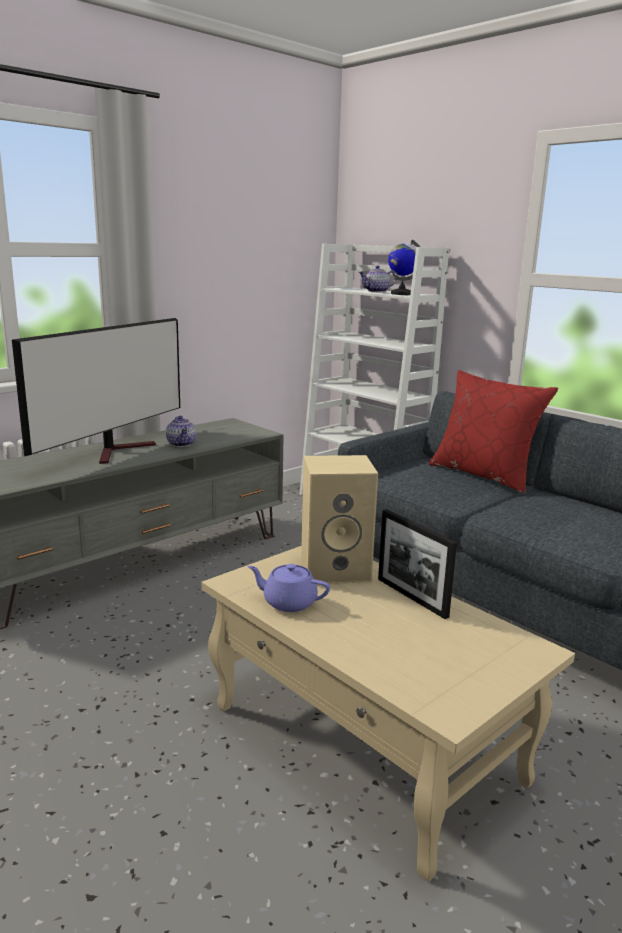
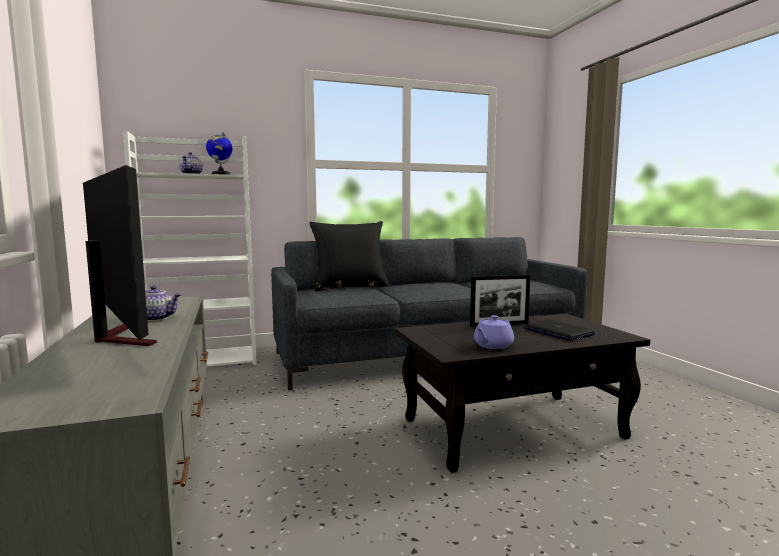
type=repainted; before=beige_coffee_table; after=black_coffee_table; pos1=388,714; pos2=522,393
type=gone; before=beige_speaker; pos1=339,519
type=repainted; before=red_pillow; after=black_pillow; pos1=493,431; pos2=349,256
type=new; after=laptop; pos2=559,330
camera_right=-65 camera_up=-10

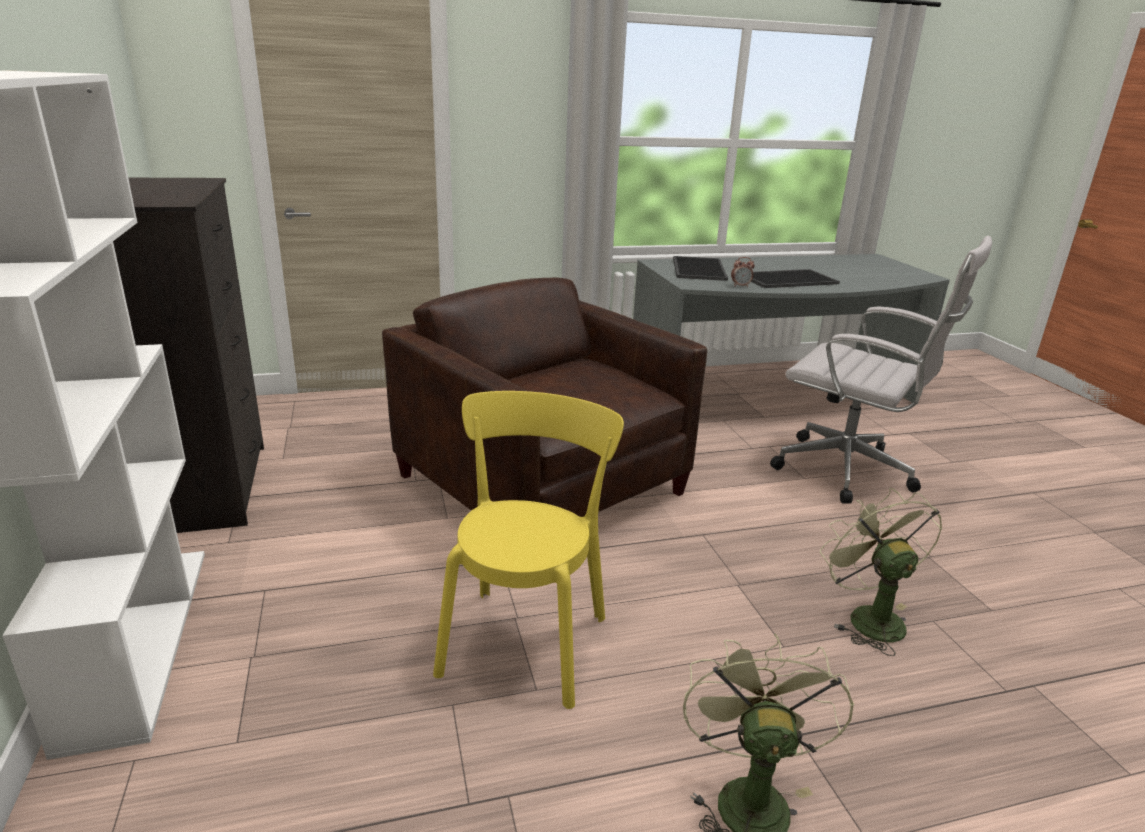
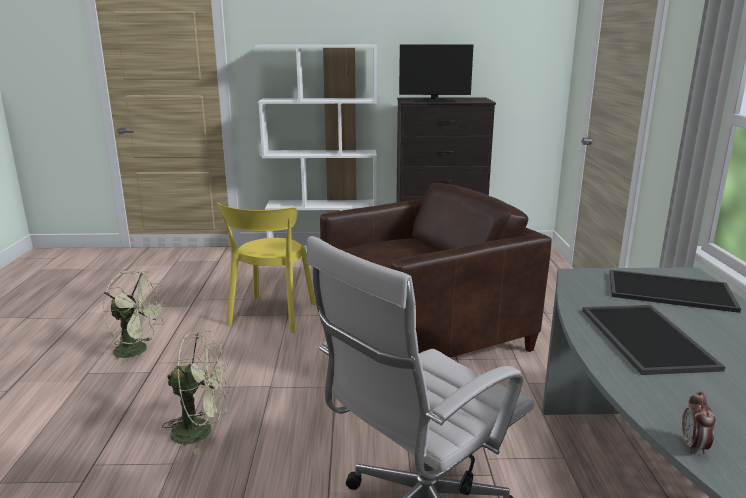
type=rotated; before=yellow_chair; pos1=528,550; pos2=266,267; turn=75
type=shifted; before=alarm_clock; pos1=743,272; pos2=699,423
type=new; after=monitor; pos2=436,73
camera_right=105 camera_up=-5

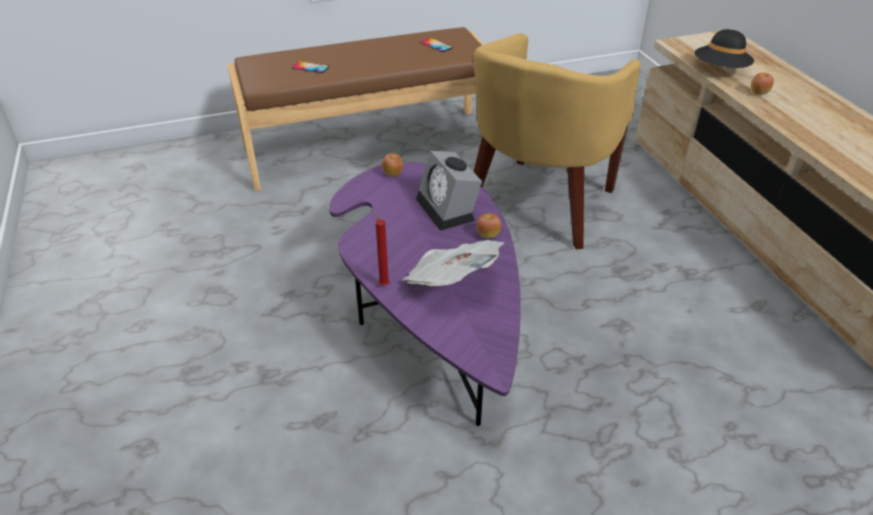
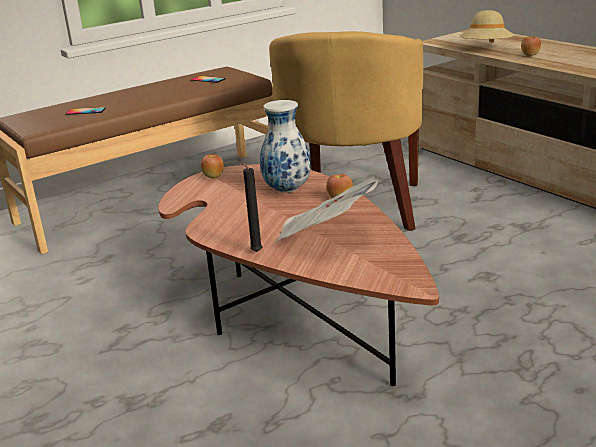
type=repainted; before=purple_coffee_table; after=brown_coffee_table; pos1=425,294; pos2=298,275
type=repainted; before=red_candle; after=black_candle; pos1=381,248; pos2=249,205
type=swapped; before=alarm_clock; after=vase; pos1=449,191; pos2=285,146
type=repainted; before=black_hat; after=beige_hat; pos1=724,48; pos2=487,26
camera_right=-15 camera_up=-15

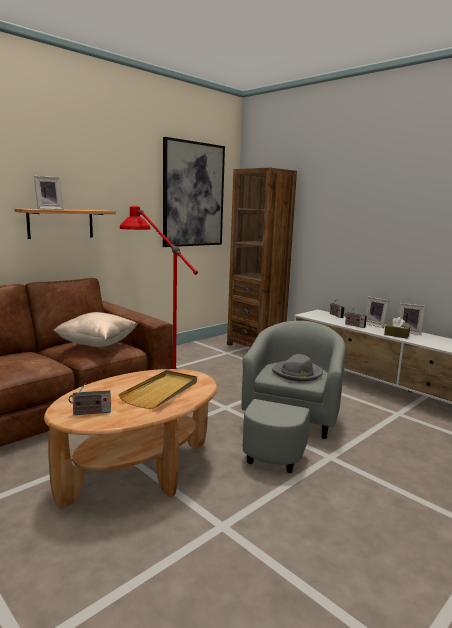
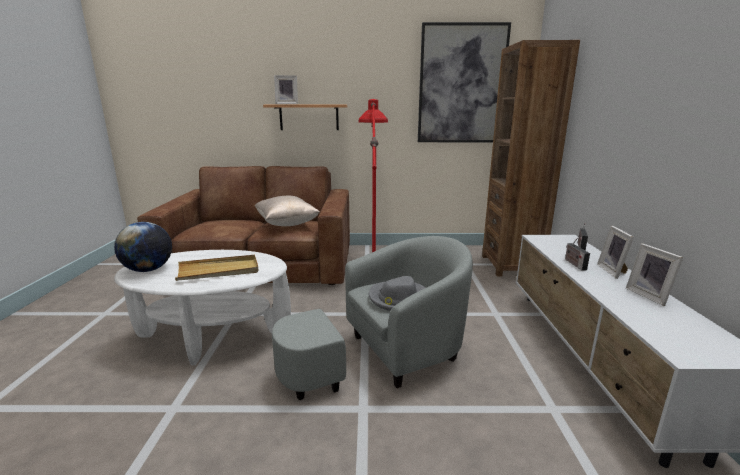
type=repainted; before=brown_coffee_table; after=white_coffee_table; pos1=130,439; pos2=202,307
type=swapped; before=radio; after=globe; pos1=90,398; pos2=143,247
type=gone; before=brown_tissue_box; pos1=397,328
camera_right=45 camera_up=5

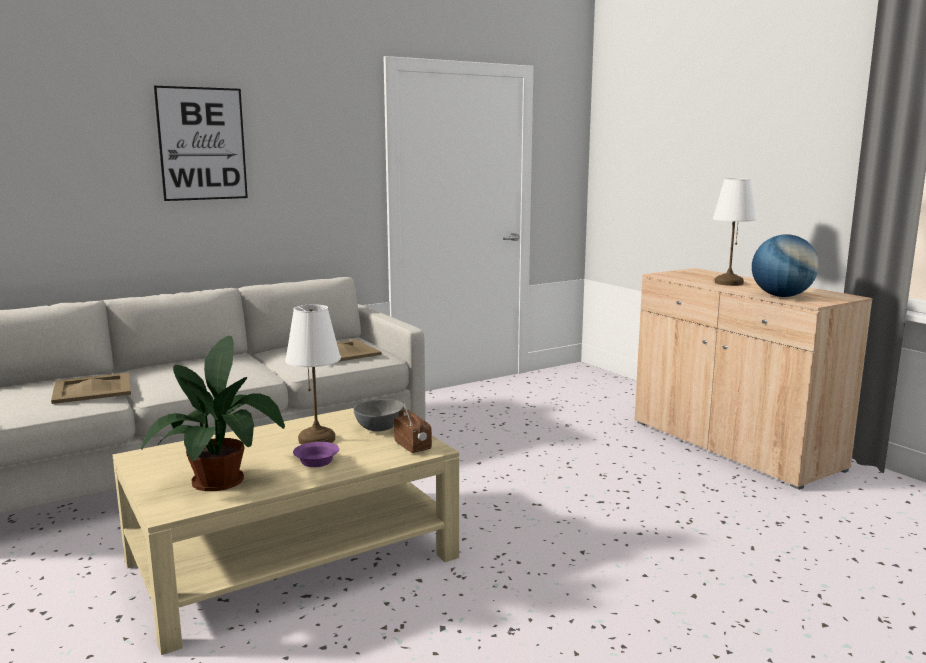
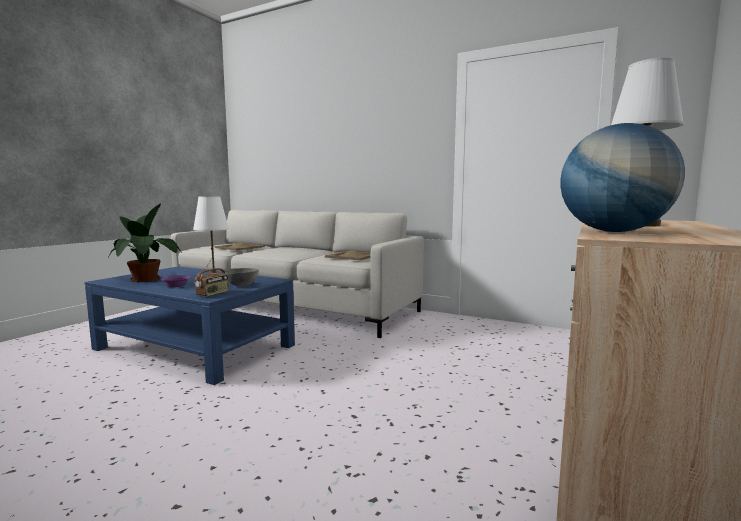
type=repainted; before=beige_coffee_table; after=blue_coffee_table; pos1=286,531; pos2=190,326
type=gone; before=picture; pos1=201,143
camera_right=60 camera_up=-5

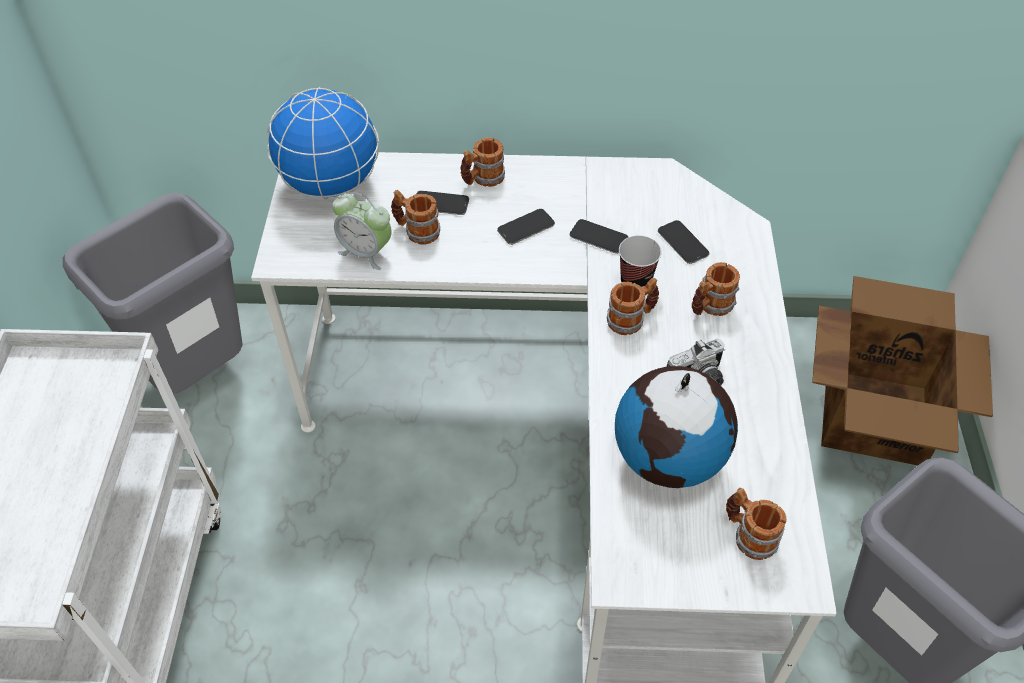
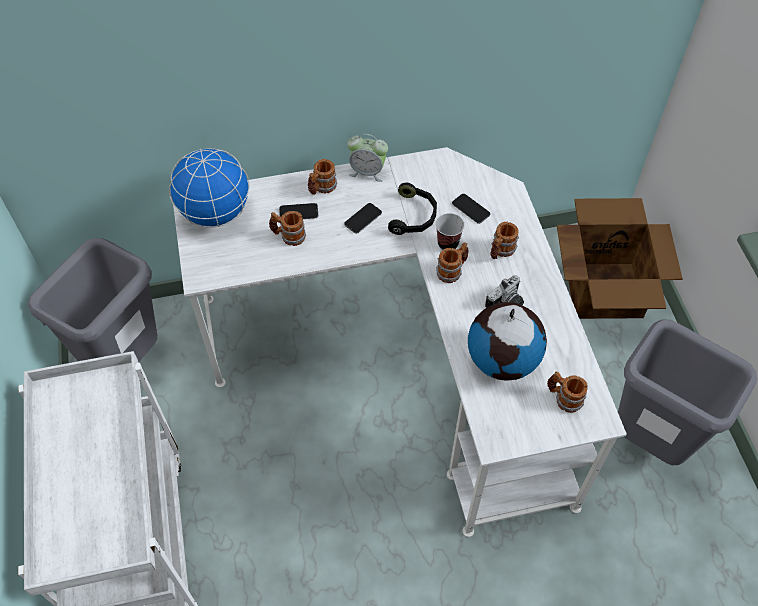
type=shifted; before=alarm_clock; pos1=361,231; pos2=367,158
type=swapped; before=phone; after=black_headphones; pos1=599,236; pos2=412,209
camera_right=-15 camera_up=5

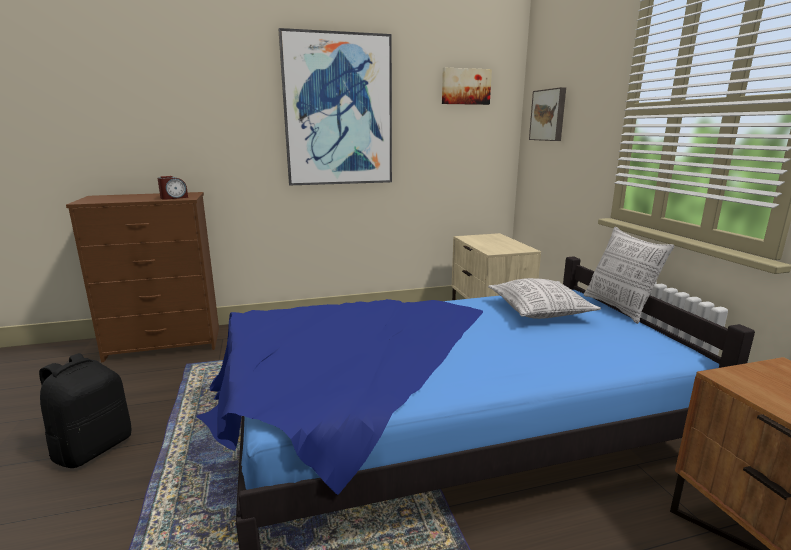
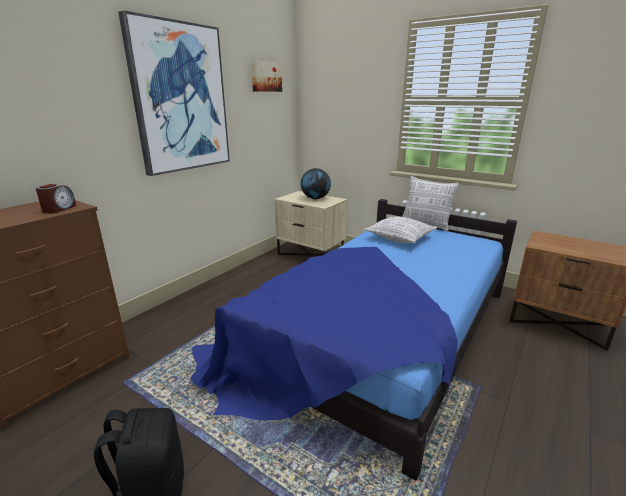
type=gone; before=picture; pos1=547,114
type=new; after=globe; pos2=316,184
camera_right=-40 camera_up=5

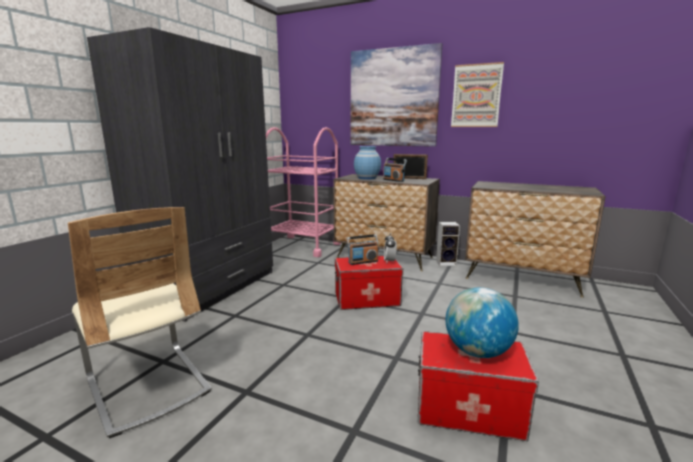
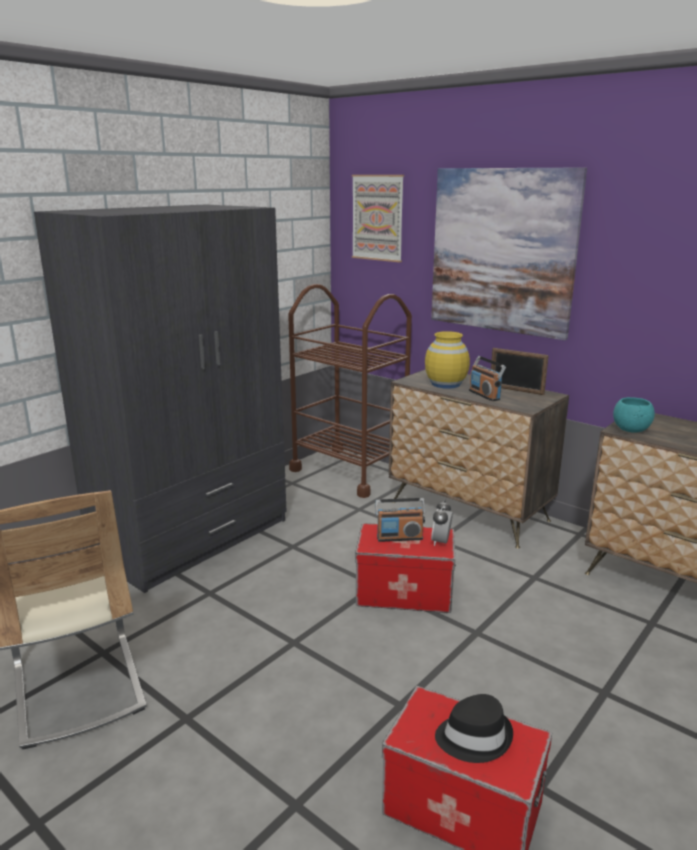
type=repainted; before=pink_cart; after=brown_cart; pos1=303,192; pos2=350,391
type=repainted; before=blue_vase; after=yellow_vase; pos1=367,162; pos2=447,360
type=gone; before=speaker; pos1=448,244
type=swapped; before=globe; after=black_hat; pos1=482,322; pos2=474,728
type=shifted; before=picture; pos1=477,94; pos2=378,218
type=new; after=turquoise_bowl; pos2=634,414
camera_right=15 camera_up=5

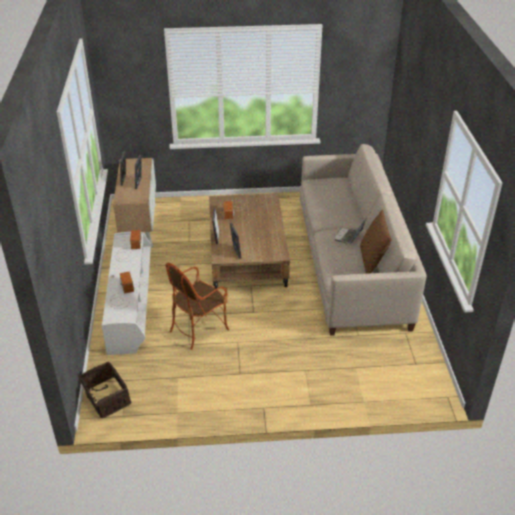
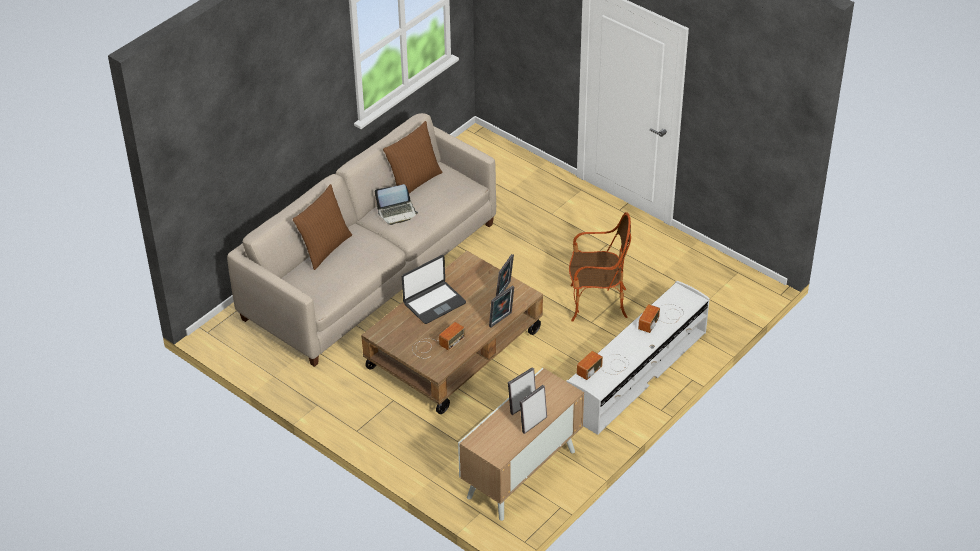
type=gone; before=basket; pos1=105,390
type=new; after=brown_pillow; pos2=322,227
type=new; after=laptop; pos2=434,289
camera_right=-135 camera_up=5

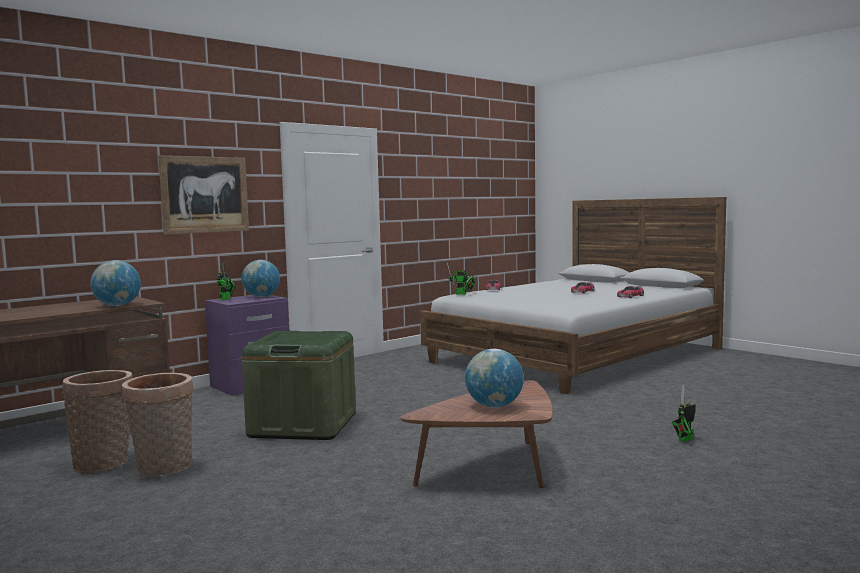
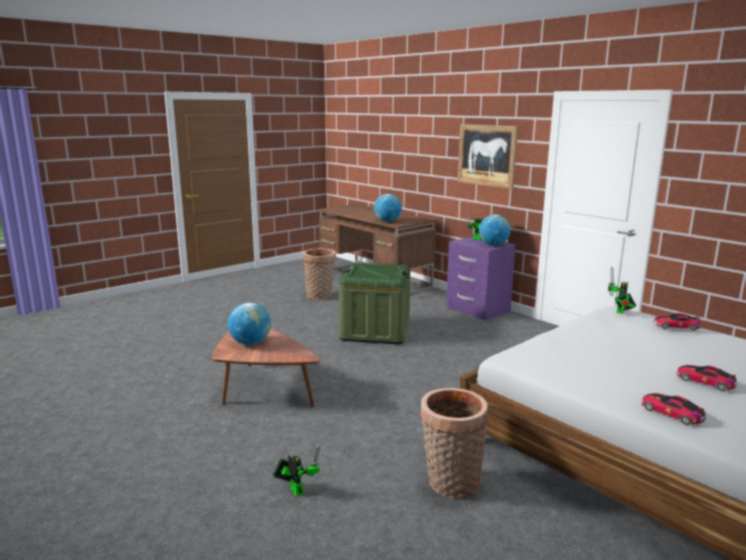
type=shifted; before=basket; pos1=157,424; pos2=454,443
camera_right=90 camera_up=10

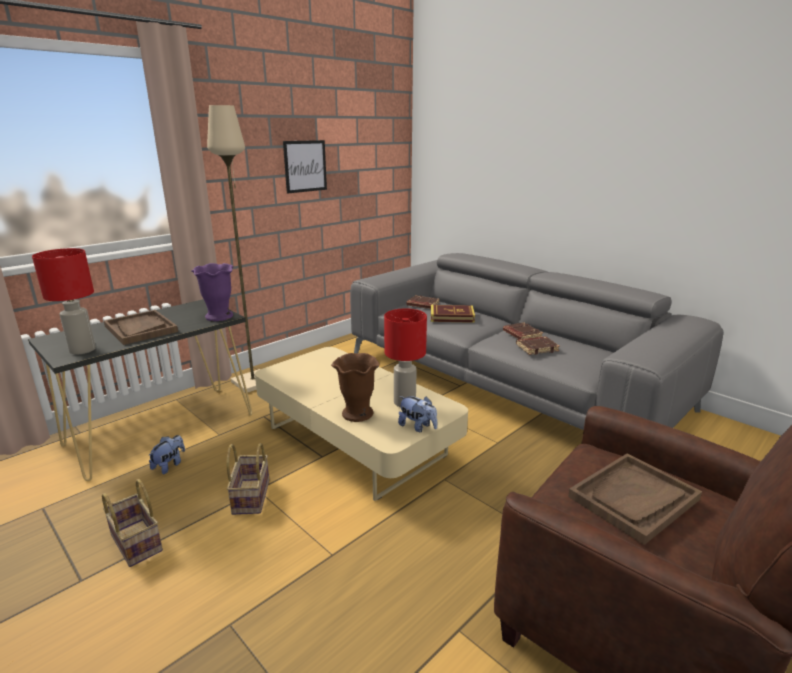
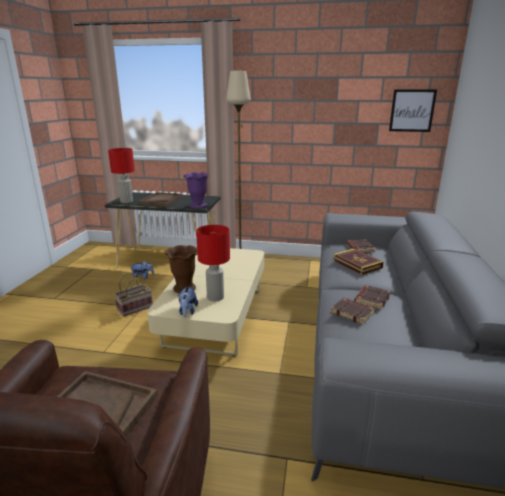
type=gone; before=basket; pos1=132,523
type=shifted; before=picture; pos1=305,166; pos2=413,111
camera_right=55 camera_up=0

